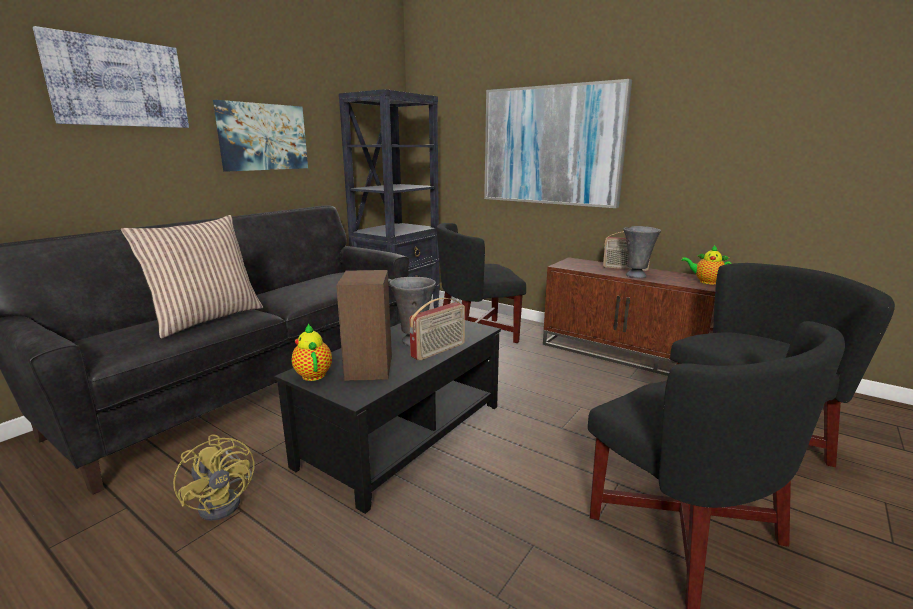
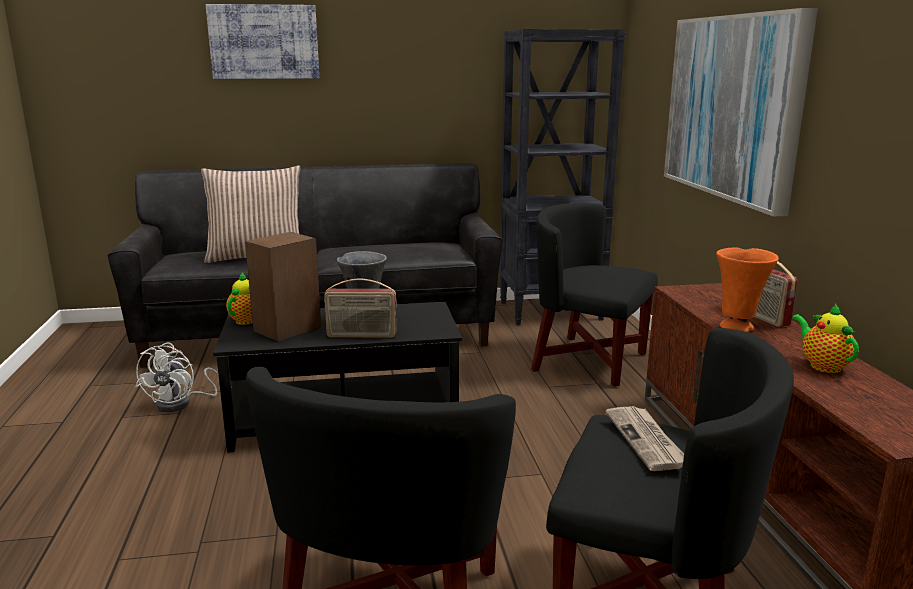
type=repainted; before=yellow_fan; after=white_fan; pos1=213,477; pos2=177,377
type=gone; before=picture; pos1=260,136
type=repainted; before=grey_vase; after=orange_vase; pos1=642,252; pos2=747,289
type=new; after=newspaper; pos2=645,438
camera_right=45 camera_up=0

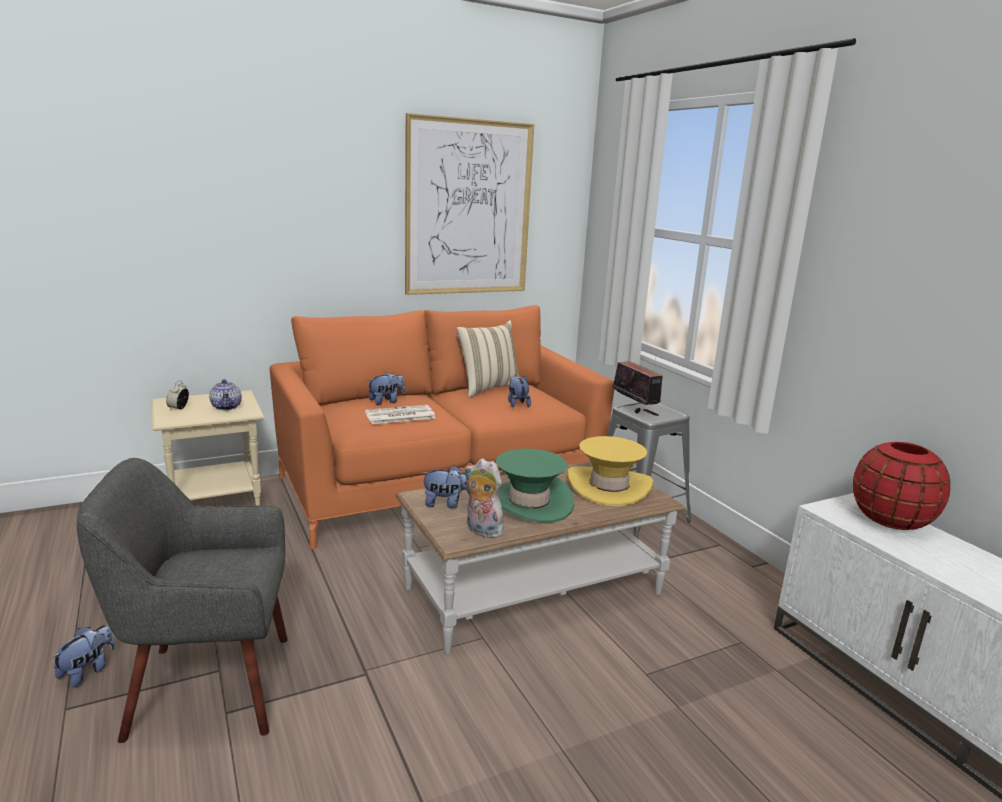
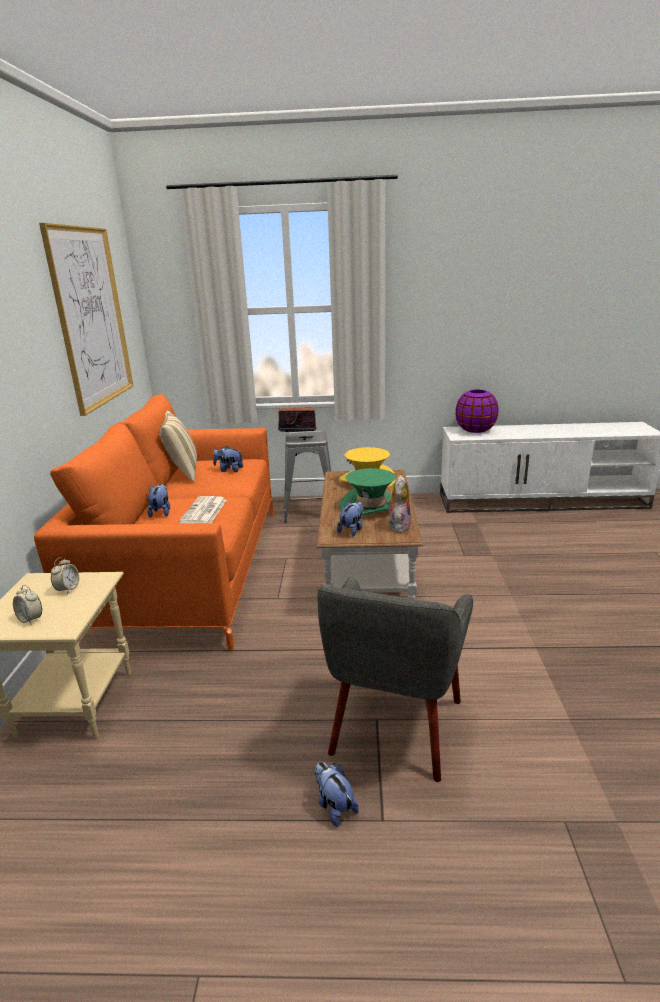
type=swapped; before=teapot; after=alarm_clock; pos1=225,394; pos2=65,575
type=rotated; before=plush_toy; pos1=484,498; pos2=399,504; turn=135
type=repainted; before=red_vase; after=purple_vase; pos1=901,486; pos2=477,411
camera_right=-60 camera_up=5

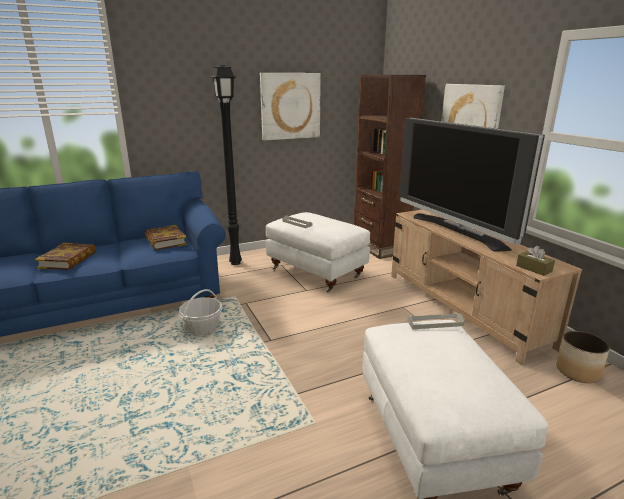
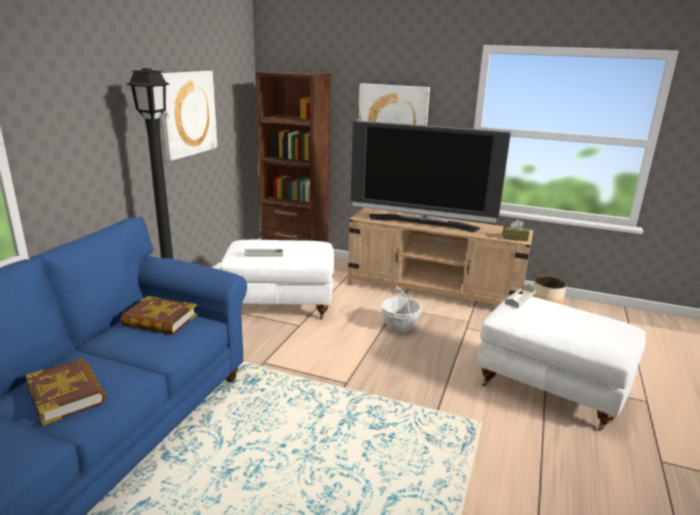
type=shifted; before=basket; pos1=200,312; pos2=401,310
camera_right=-45 camera_up=0

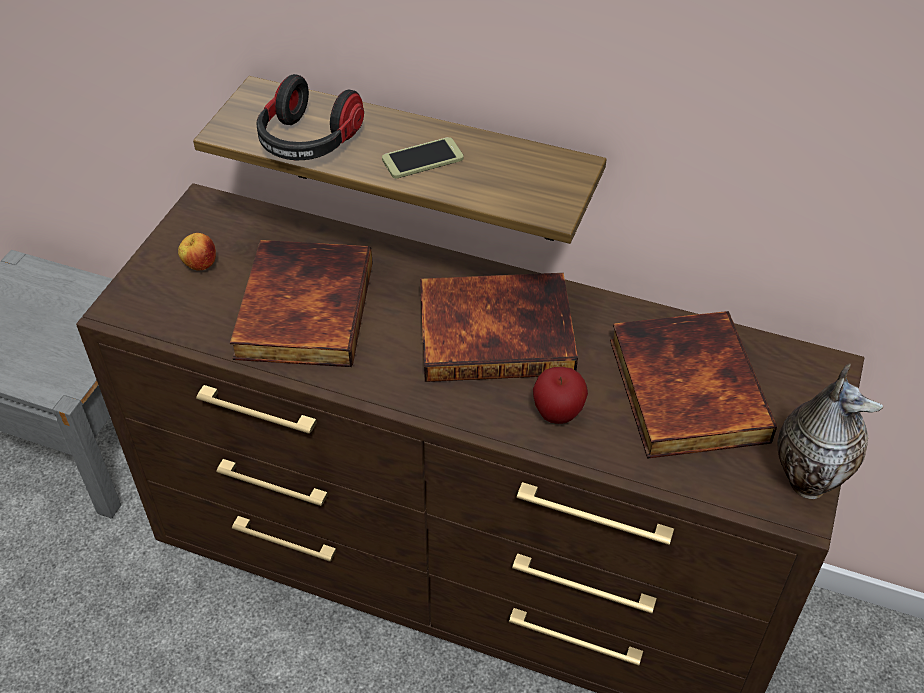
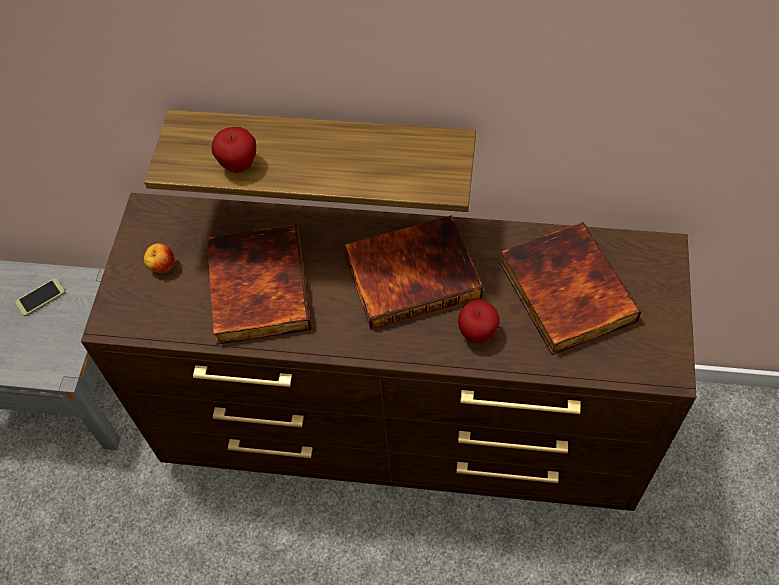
type=swapped; before=headphones; after=apple; pos1=310,117; pos2=233,150
type=shifted; before=phone; pos1=423,158; pos2=40,297
type=gone; before=vase; pos1=830,431
camera_right=-10 camera_up=10

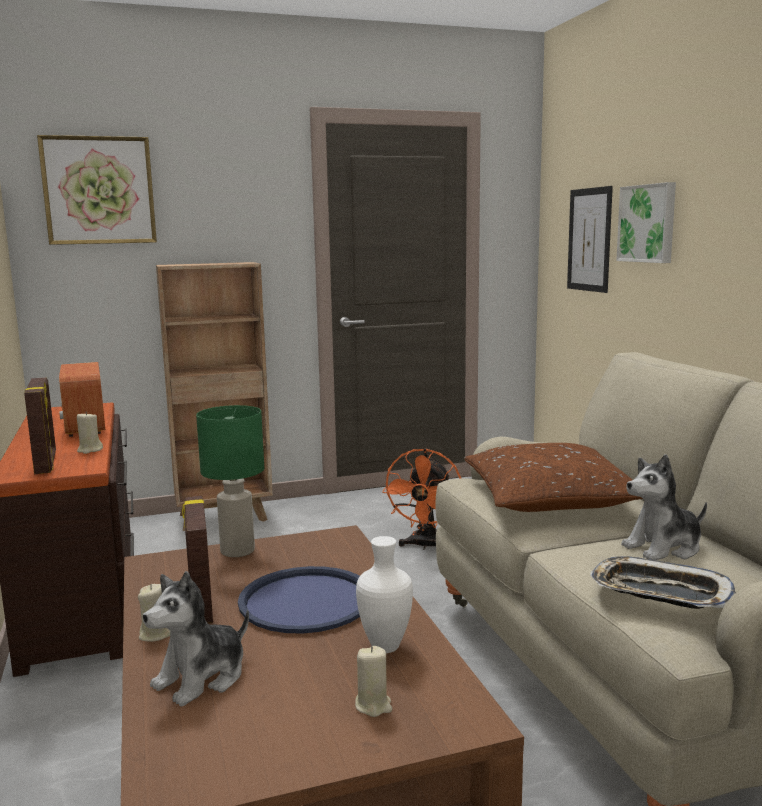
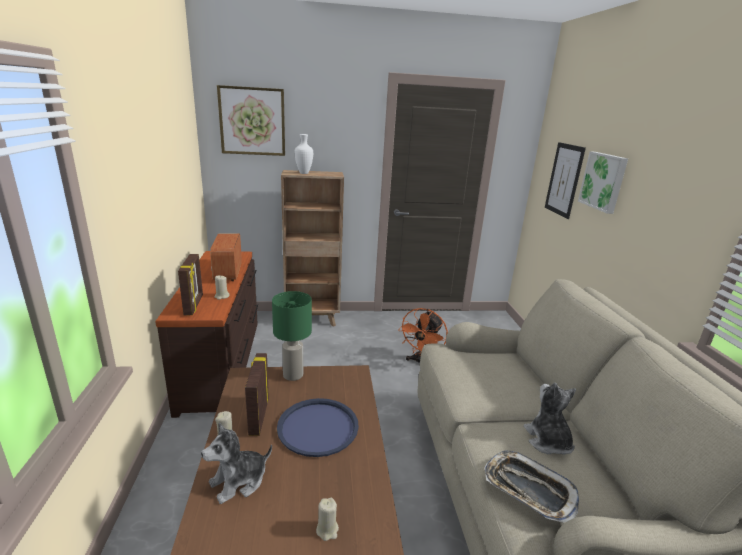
type=shifted; before=white_vase; pos1=384,594; pos2=304,154
type=gone; before=brown_pillow; pos1=553,477
type=rotated; before=plush_toy; pos1=664,507; pos2=550,419; turn=90
camera_right=10 camera_up=10

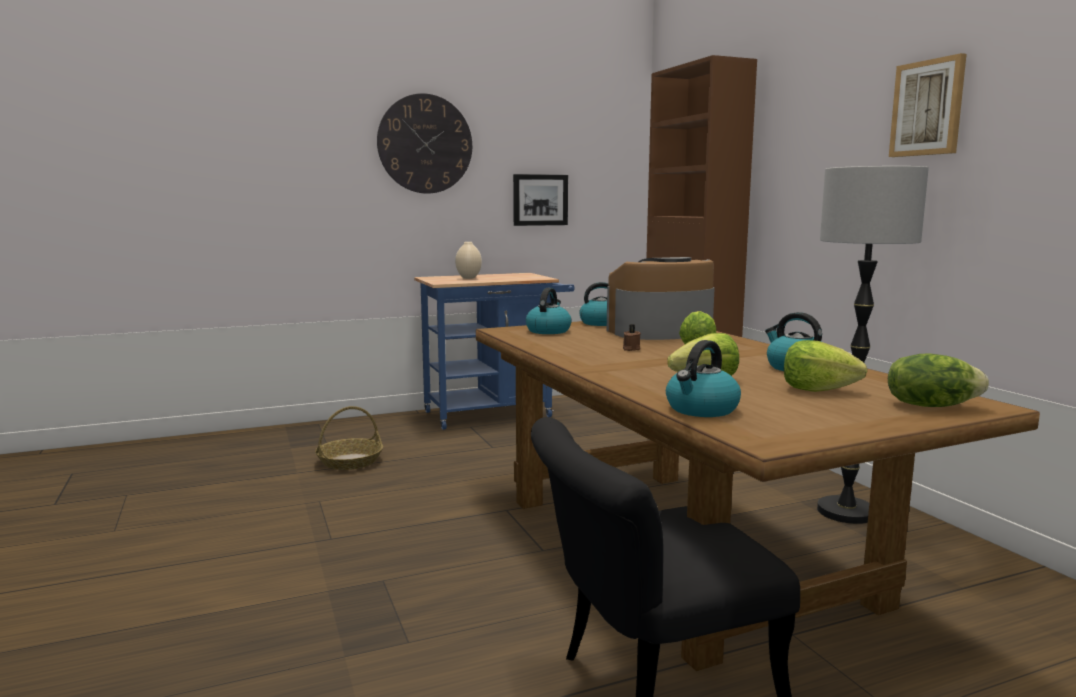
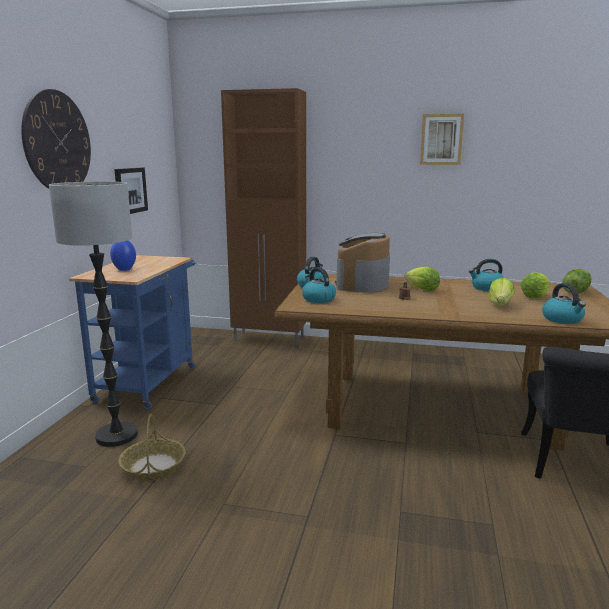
type=repainted; before=beige_vase; after=blue_vase; pos1=468,260; pos2=123,255
type=shifted; before=floor_lamp; pos1=873,345; pos2=93,314
camera_right=-55 camera_up=5

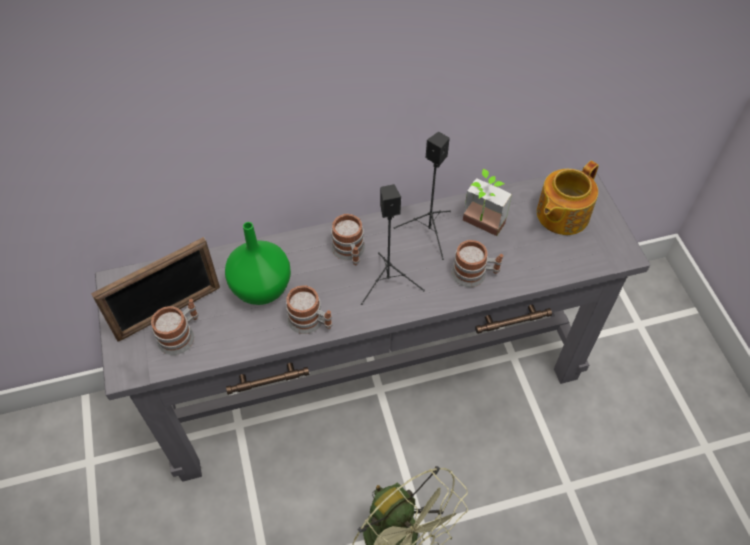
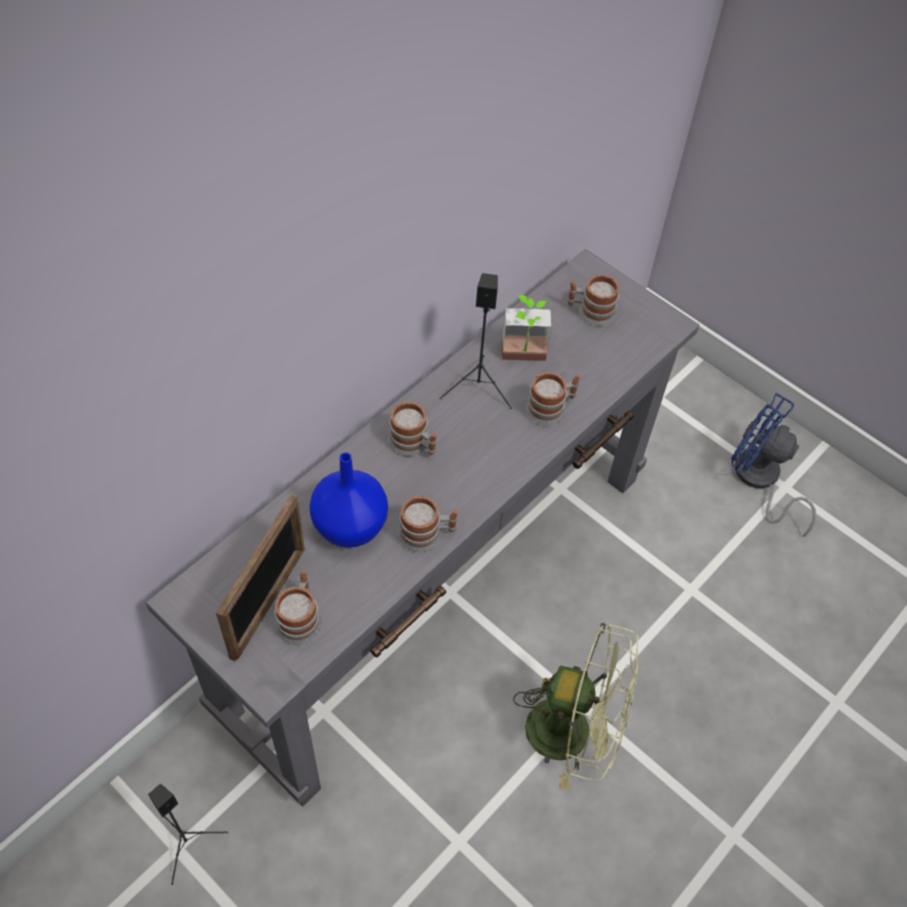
type=repainted; before=green_vase; after=blue_vase; pos1=258,263; pos2=348,500
type=shifted; before=black_speaker; pos1=393,244; pos2=188,834
type=swapped; before=teapot; after=mug; pos1=568,198; pos2=593,300
type=new; after=blue_fan; pos2=773,465
camera_right=-35 camera_up=0

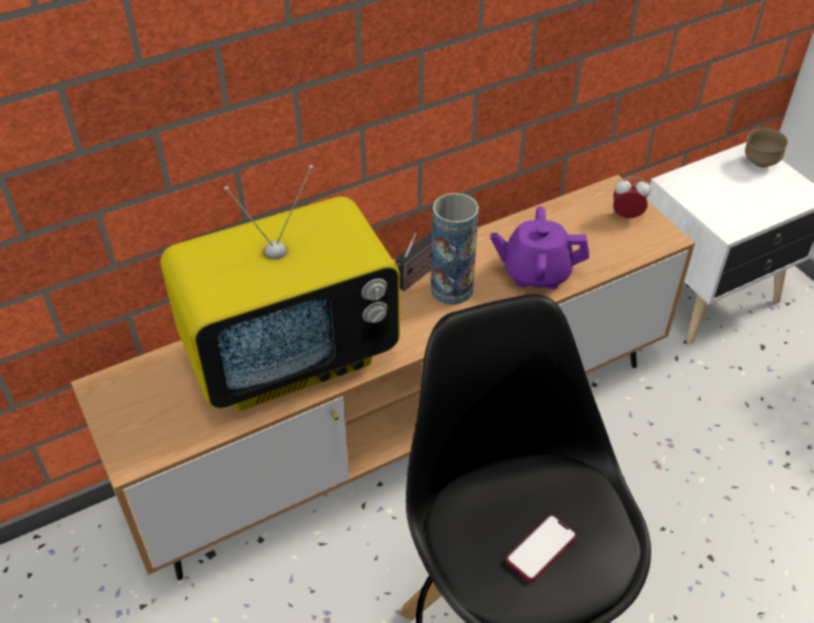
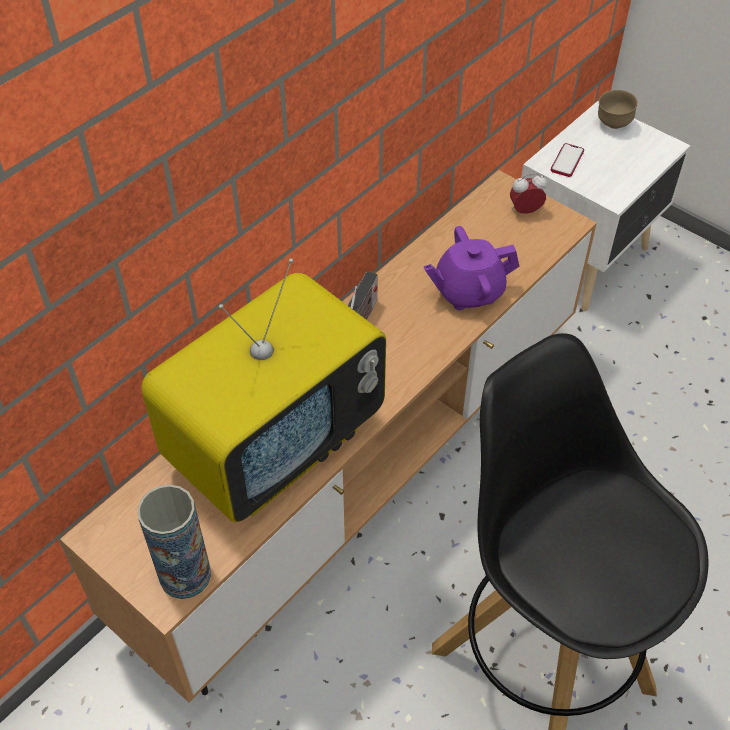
type=shifted; before=vase; pos1=455,249; pos2=174,541
type=shifted; before=phone; pos1=541,548; pos2=567,160
camera_right=-20 camera_up=5

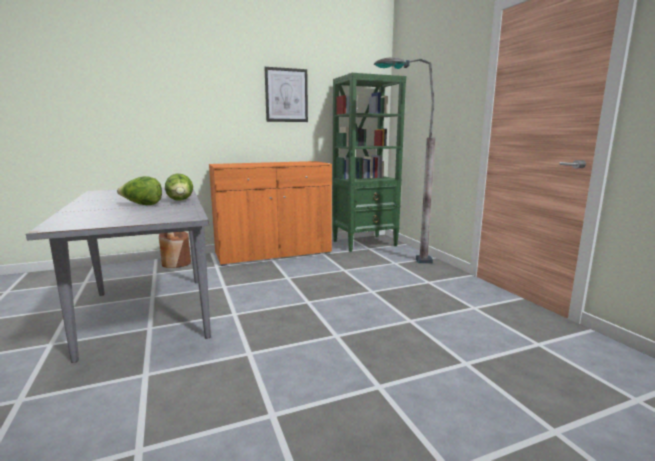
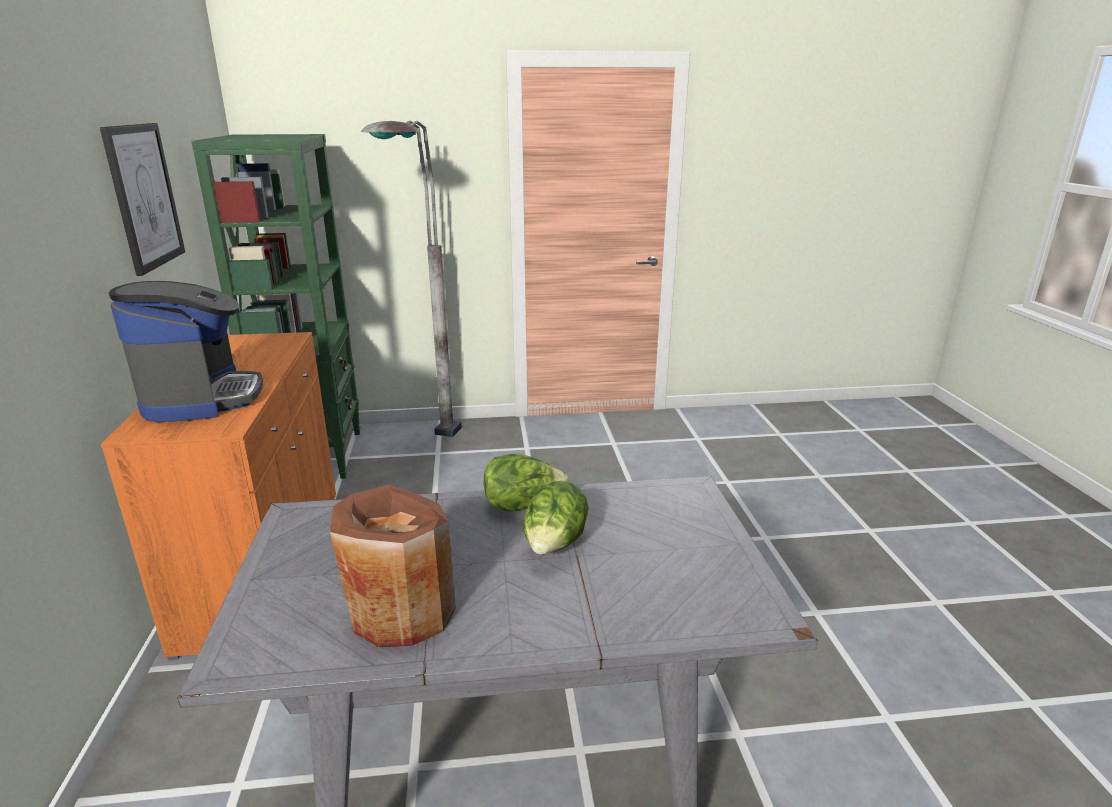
type=shifted; before=brown_vase; pos1=175,249; pos2=393,566
type=new; after=coffee_machine; pos2=186,351
camera_right=-75 camera_up=10

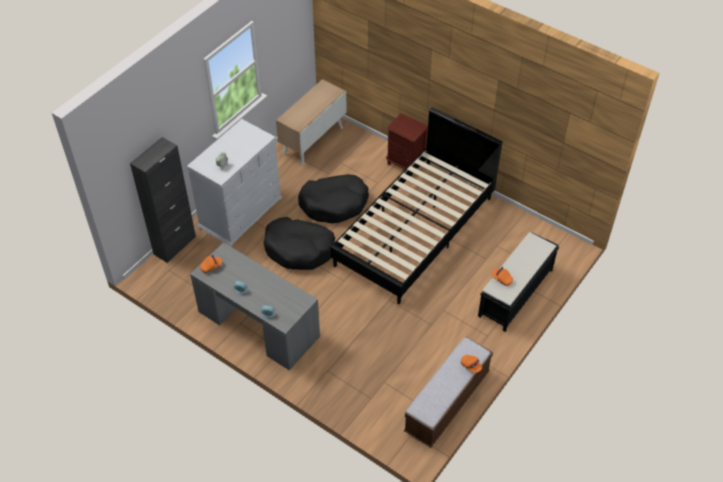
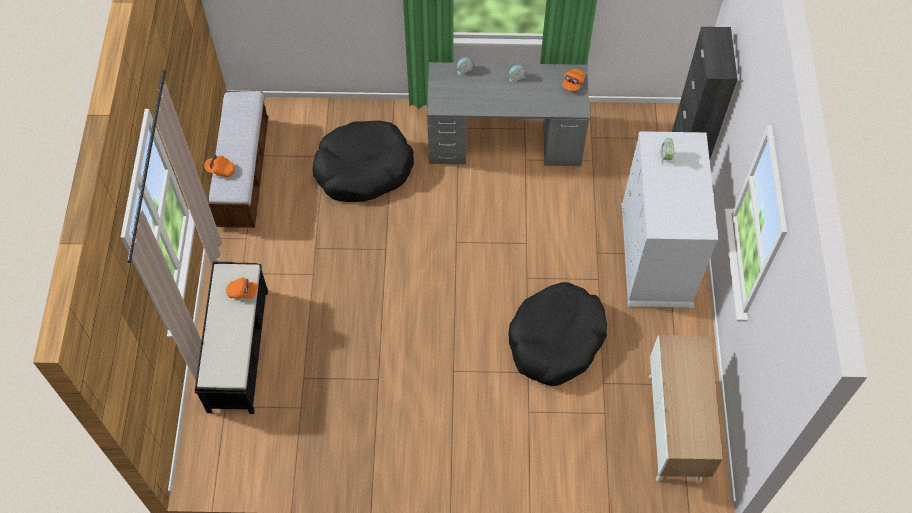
type=shifted; before=black_dog_bed; pos1=299,243; pos2=363,161
type=gone; before=black_bed; pos1=416,205
type=gone; before=brown_nightstand; pos1=407,144
camera_right=145 camera_up=10

